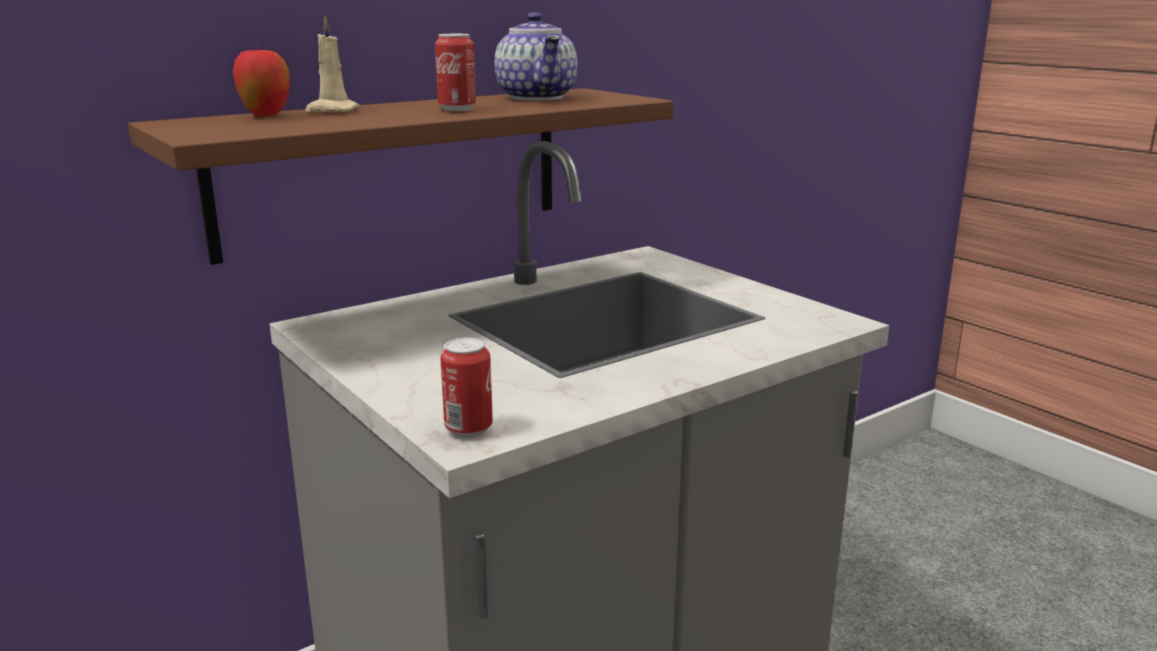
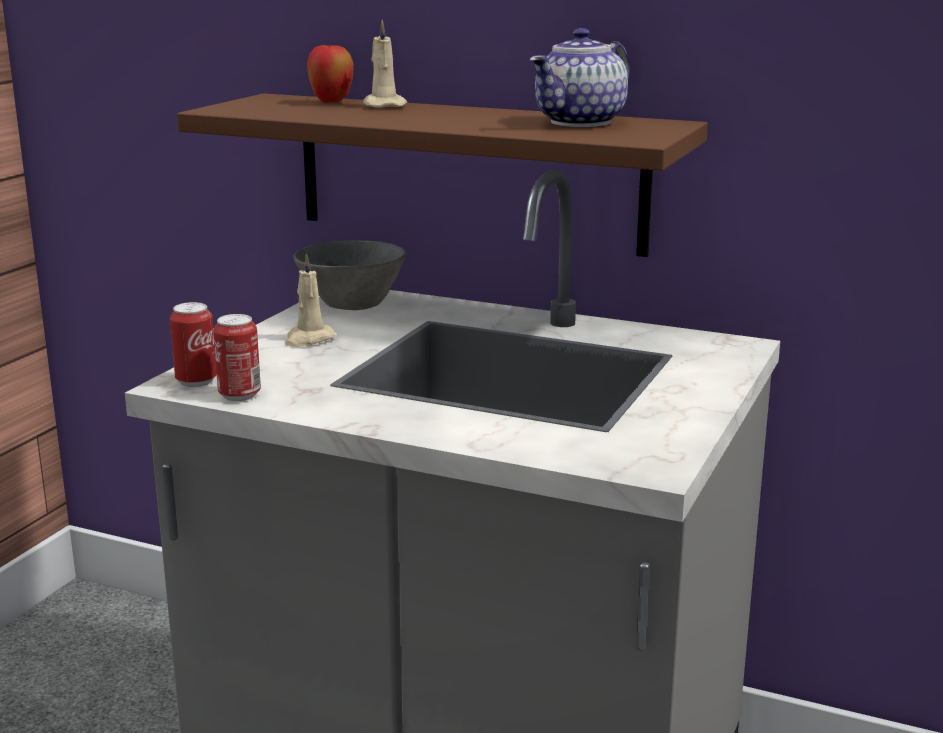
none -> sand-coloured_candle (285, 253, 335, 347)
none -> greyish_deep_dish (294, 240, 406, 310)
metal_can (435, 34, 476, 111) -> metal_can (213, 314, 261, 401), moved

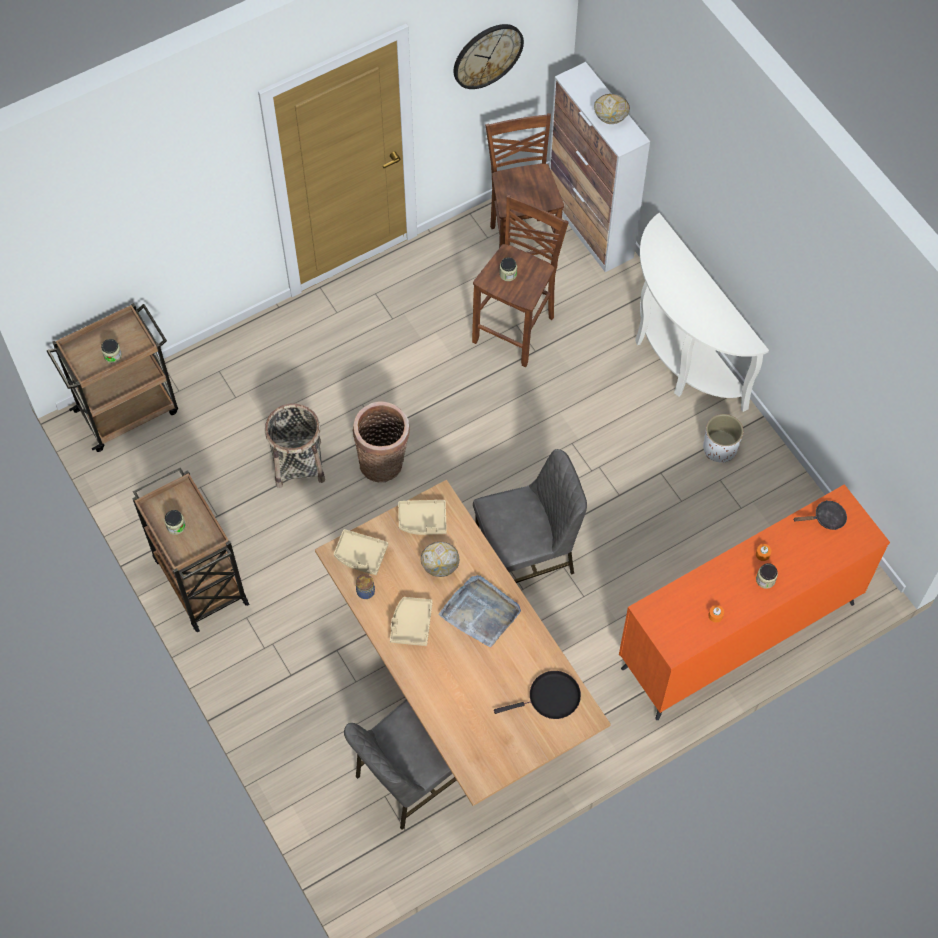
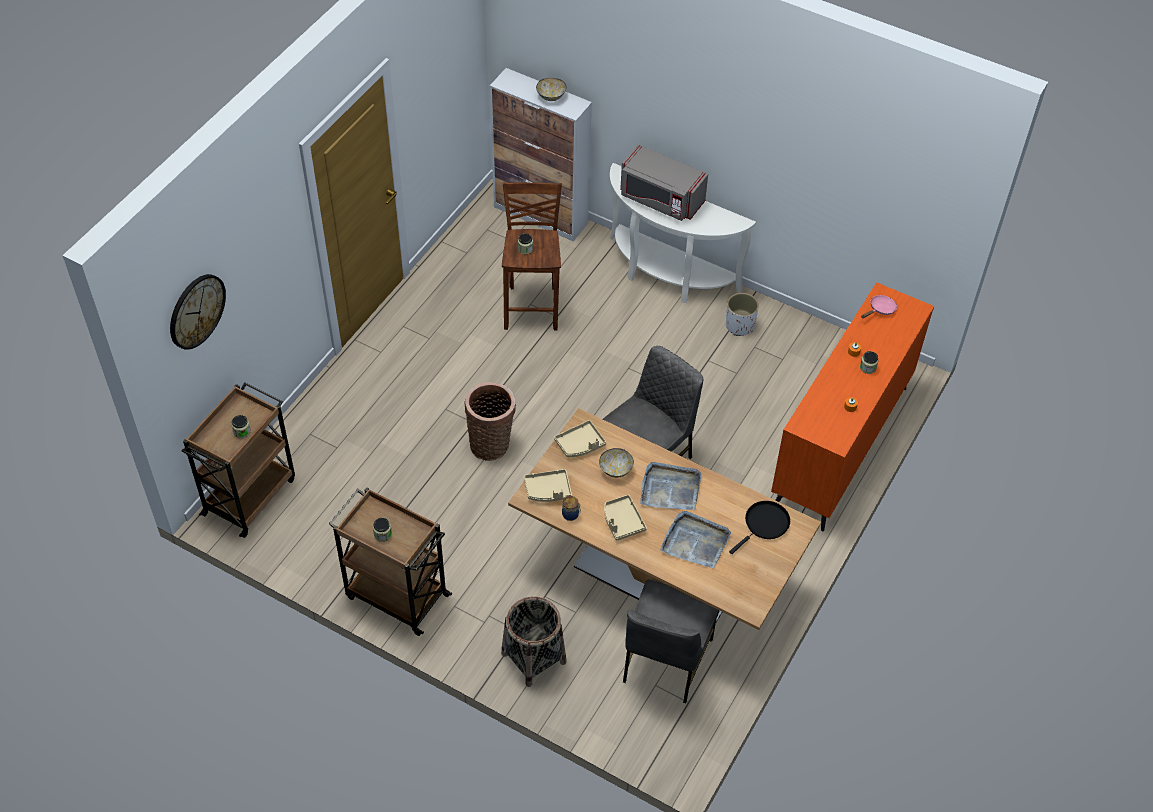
brown-coloured_sitting_stool (486, 113, 564, 269) -> none
none -> greyish_kitchen_microwave (620, 144, 708, 221)
none -> greyish_tray (660, 511, 731, 568)
household_basket (265, 404, 325, 488) -> household_basket (501, 597, 567, 687), moved
clock_on_the_wall (454, 24, 524, 89) -> clock_on_the_wall (170, 274, 226, 350), moved
blackish_skillet (794, 500, 847, 530) -> pink_skillet (861, 295, 897, 318)

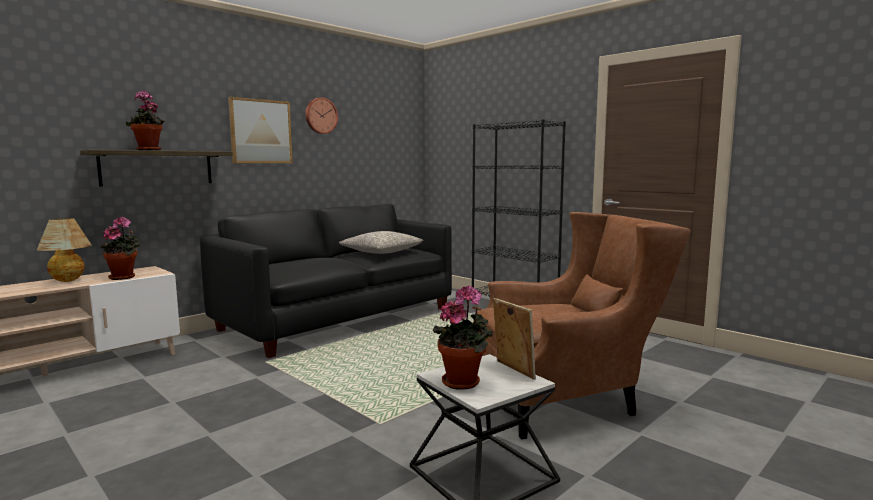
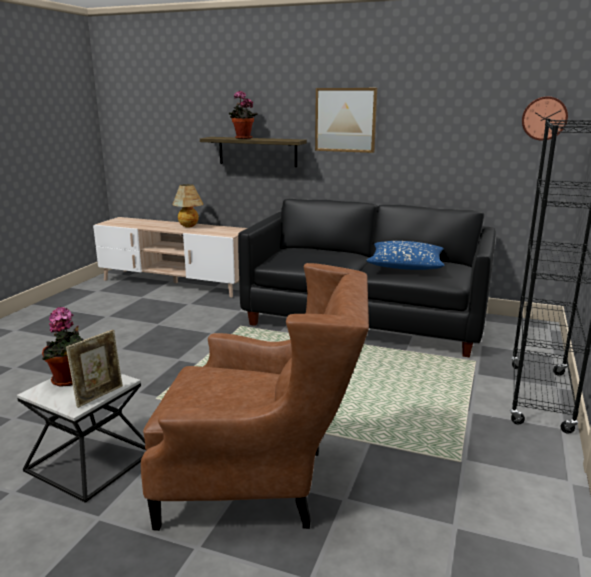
potted_plant (101, 217, 140, 280) -> none
clock_on_the_wall (305, 97, 338, 134) -> clock_on_the_wall (522, 96, 568, 141), moved
greyish_pillow (339, 231, 423, 254) -> blue_pillow (366, 241, 445, 270)
brown-coloured_armchair (473, 212, 691, 439) -> brown-coloured_armchair (141, 263, 369, 531), 45 degrees counterclockwise

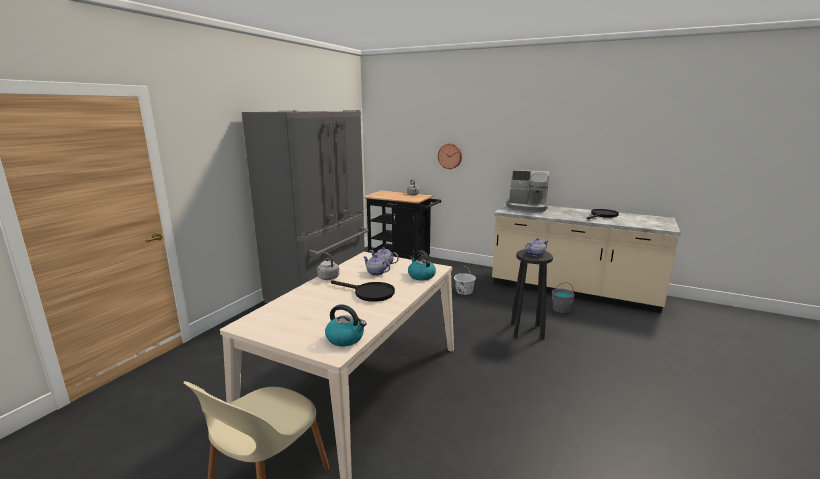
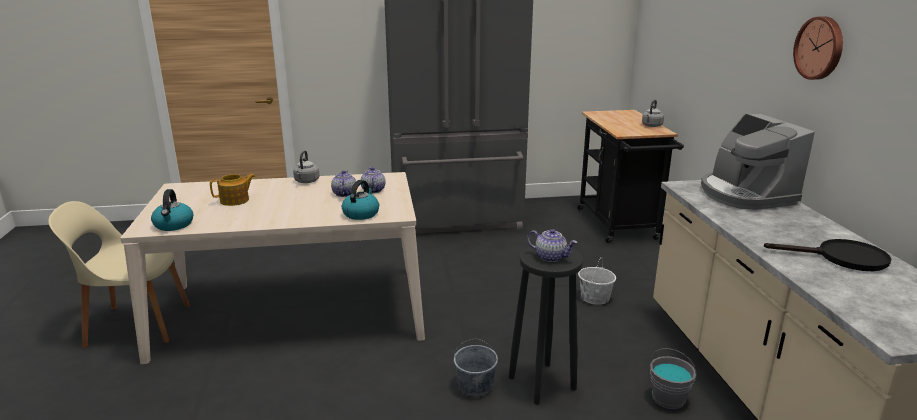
blackish_skillet (331, 280, 395, 302) -> none
none -> tea_pot (210, 174, 255, 206)
none -> greyish_pail (454, 339, 498, 396)
clock_on_the_wall (438, 144, 462, 169) -> clock_on_the_wall (793, 17, 843, 80), moved

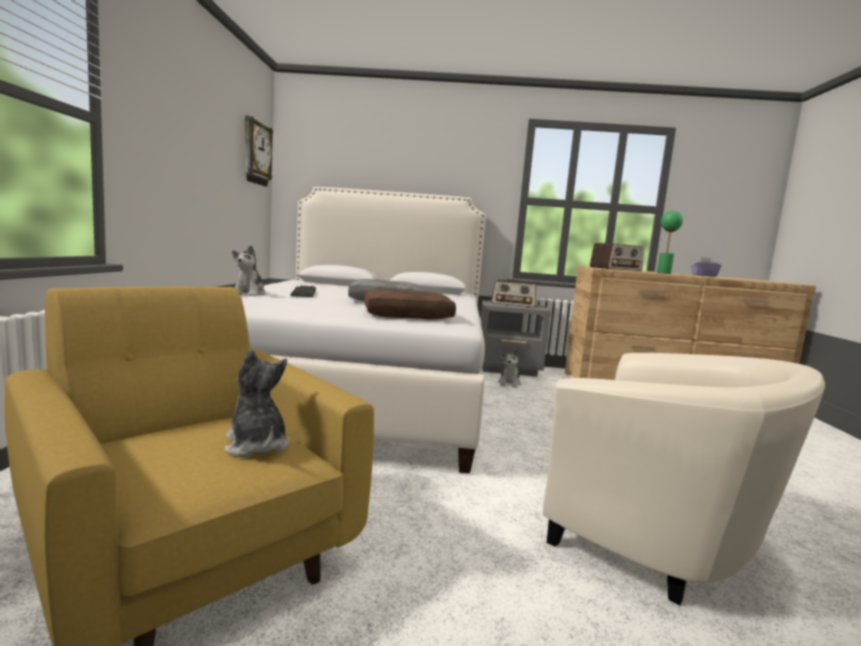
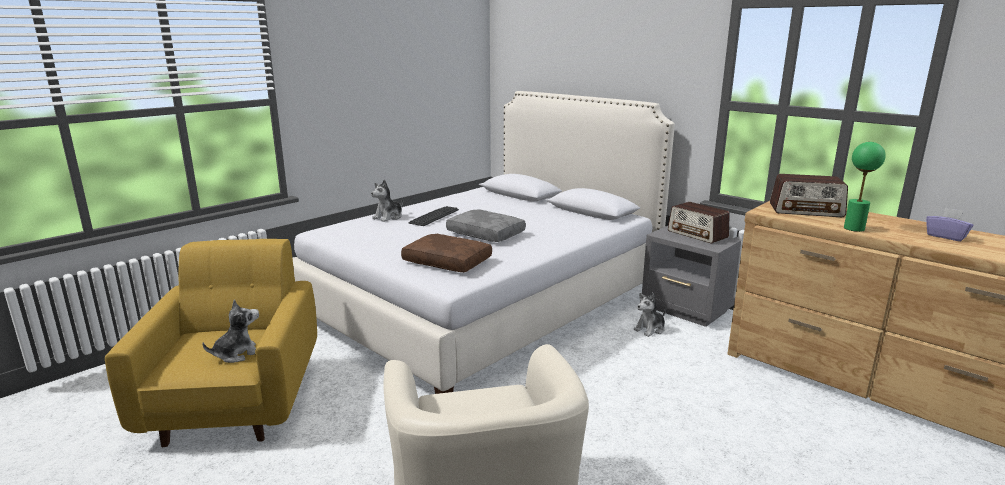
clock_on_the_wall (244, 115, 273, 186) -> none
plush_toy (224, 349, 289, 458) -> plush_toy (202, 299, 259, 363), 45 degrees clockwise

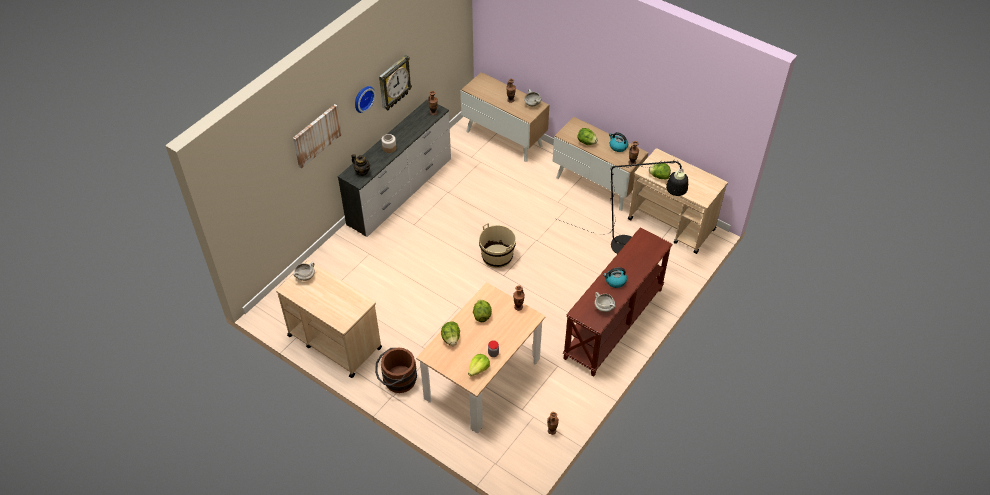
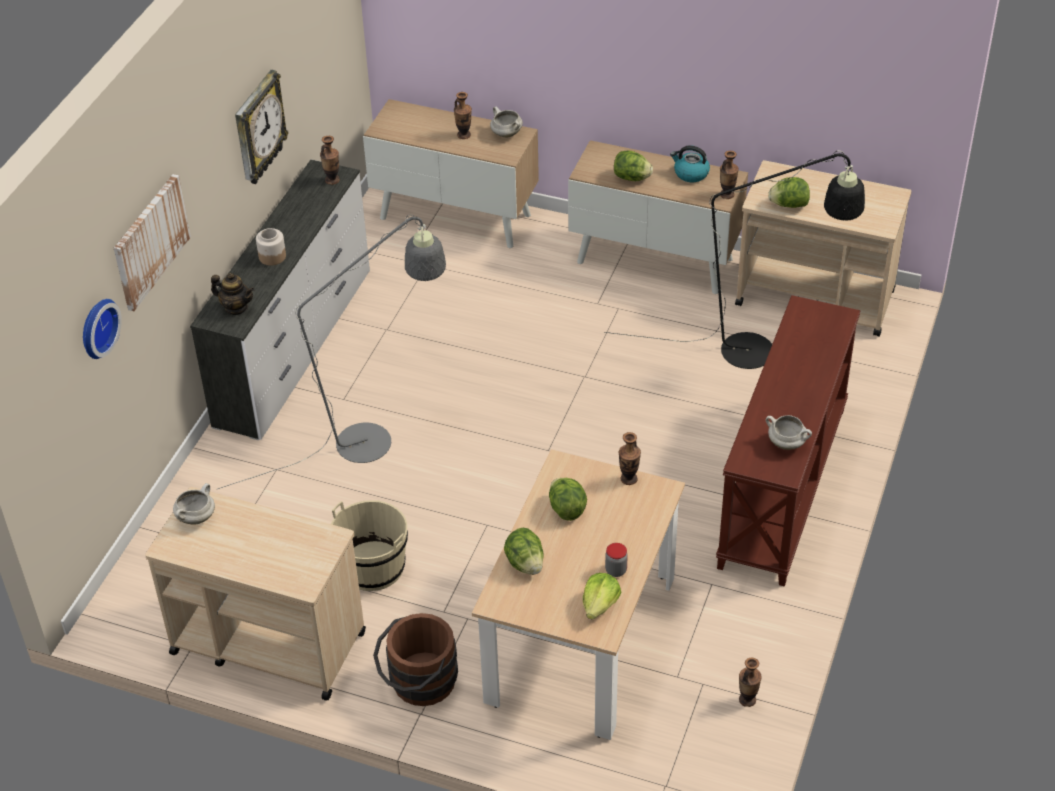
kettle (603, 267, 627, 288) -> none
none -> greyish_standing_lamp (217, 215, 446, 489)
clock_on_the_wall (355, 86, 376, 113) -> clock_on_the_wall (83, 299, 122, 359), moved
sand-coloured_pail (479, 223, 516, 268) -> sand-coloured_pail (331, 500, 408, 591), moved

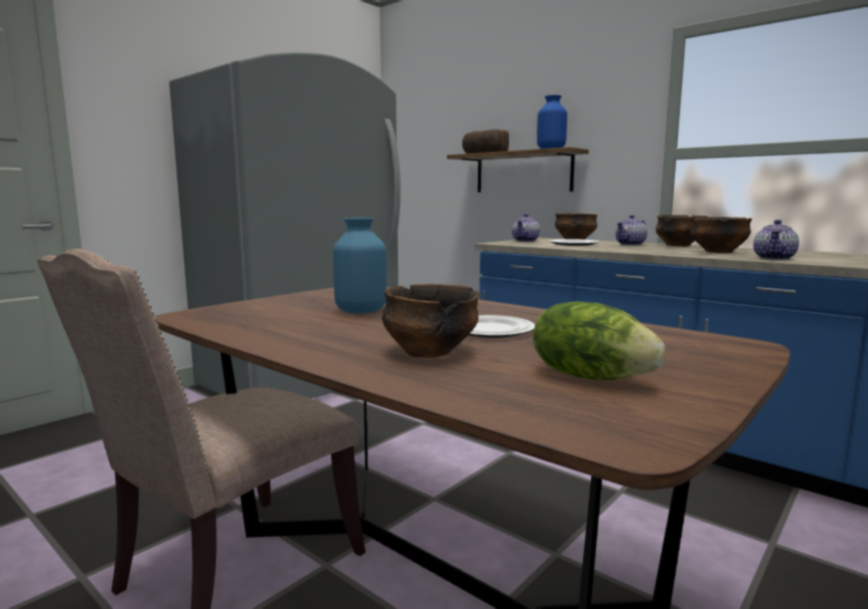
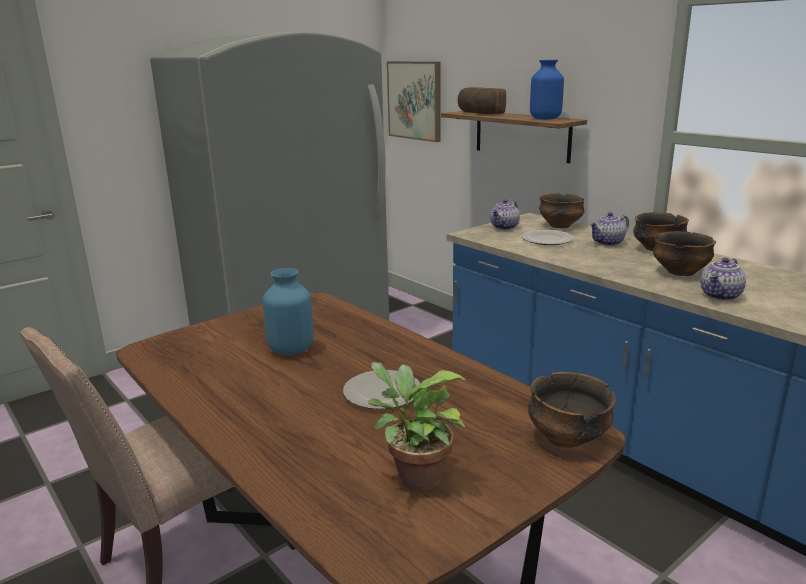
none -> wall_art (387, 61, 441, 142)
deep_dish (382, 284, 480, 358) -> deep_dish (528, 372, 616, 448), moved
lettuce_head (533, 302, 665, 380) -> potted_plant (368, 362, 465, 491)

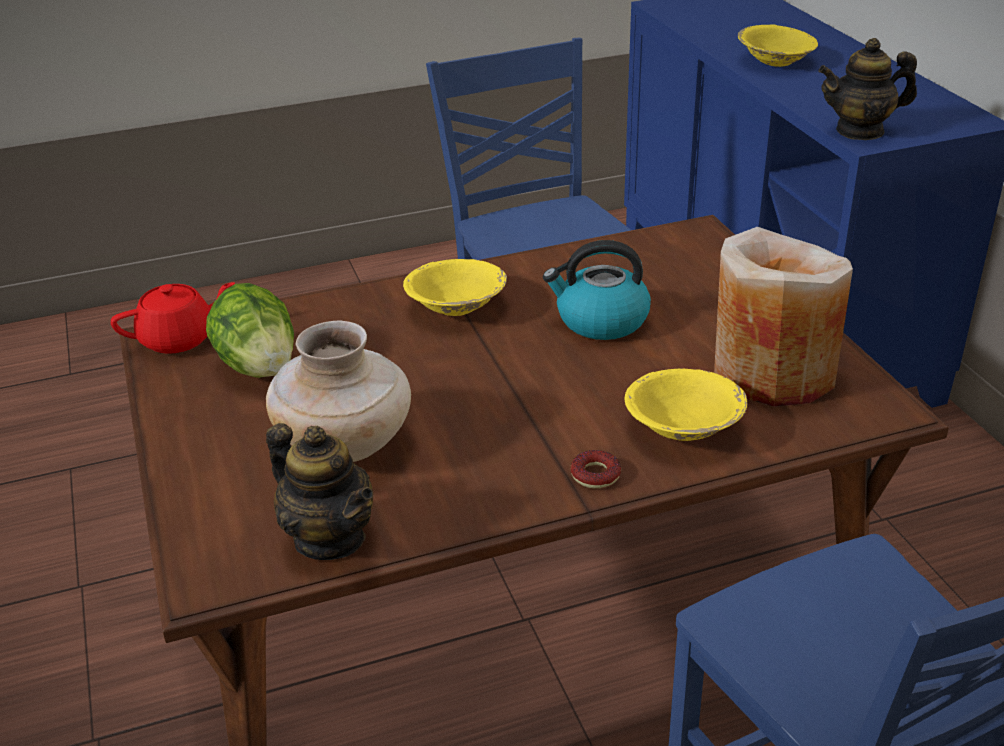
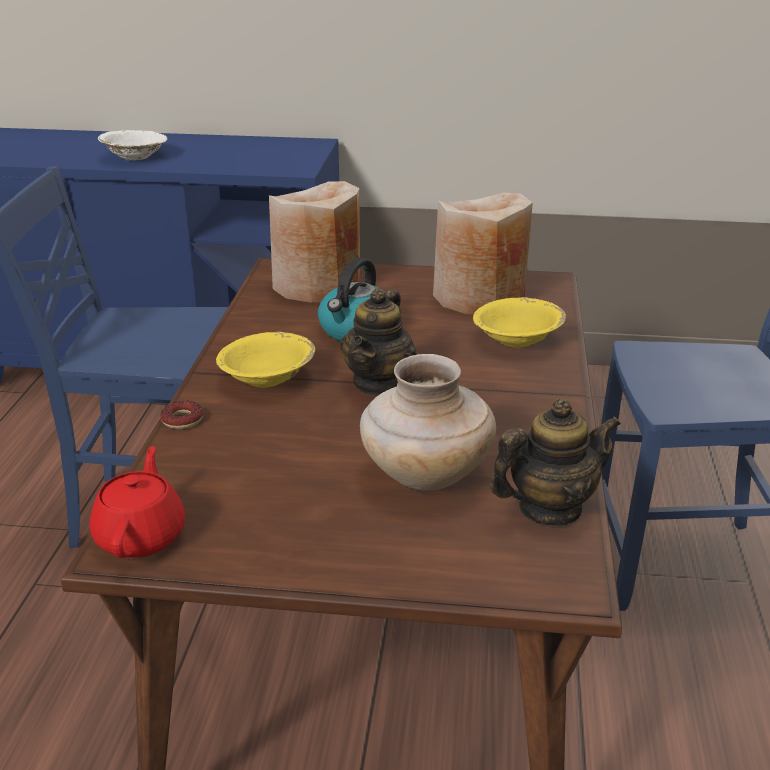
lettuce_head (206, 283, 294, 378) -> none
none -> sand-coloured_flower_vase (269, 181, 360, 303)
donut (571, 450, 621, 489) -> donut (161, 400, 203, 429), moved
tea_pot (818, 38, 917, 140) -> tea_pot (340, 288, 416, 396), moved
yellow-coloured_deep_dish (738, 25, 818, 67) -> white-coloured_deep_dish (98, 130, 167, 160)

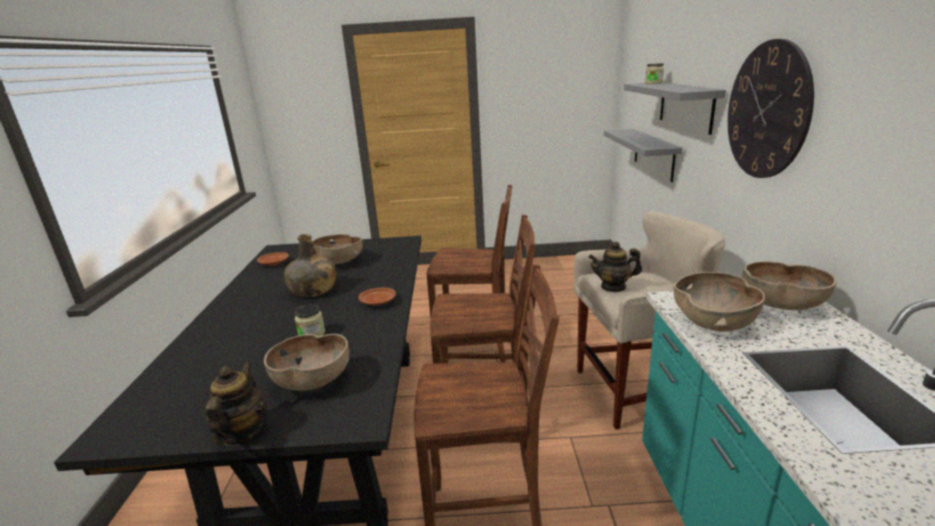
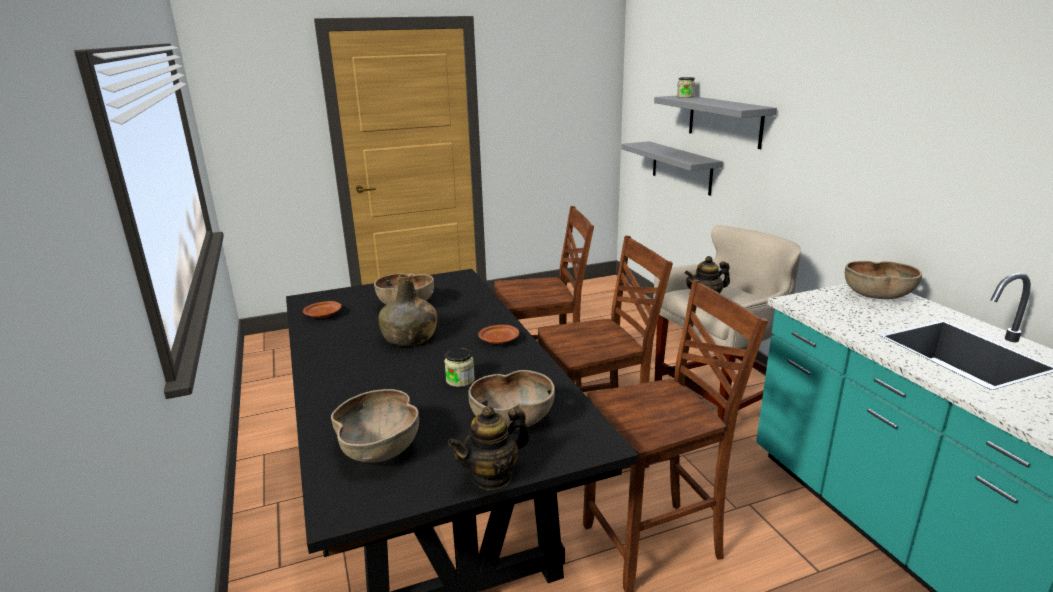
clock_on_the_wall (728, 39, 814, 178) -> none
brown-coloured_deep_dish (673, 272, 765, 332) -> brown-coloured_deep_dish (331, 389, 419, 463), moved
tea_pot (205, 362, 267, 446) -> tea_pot (448, 406, 530, 490), 105 degrees counterclockwise

